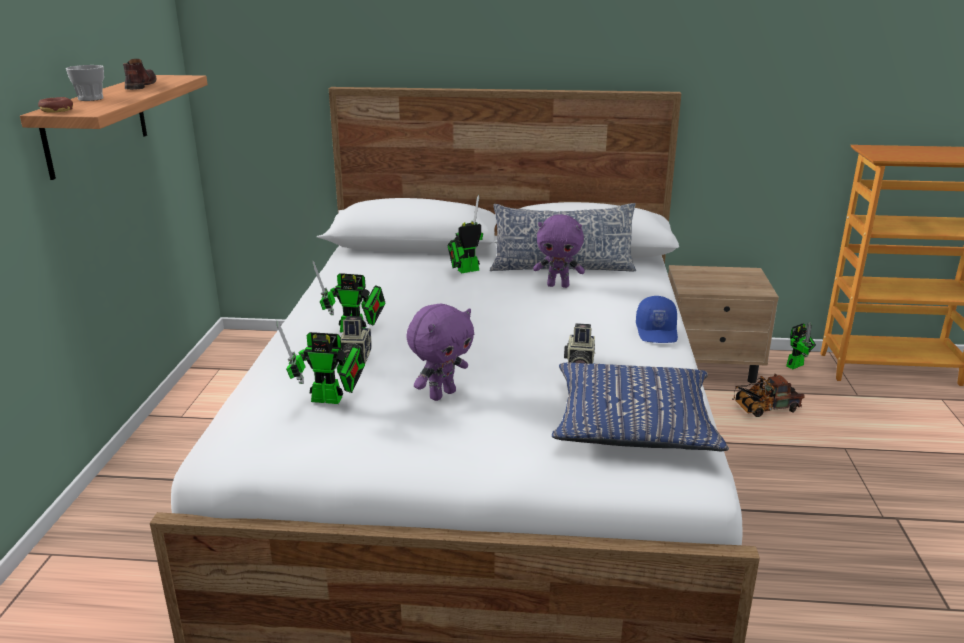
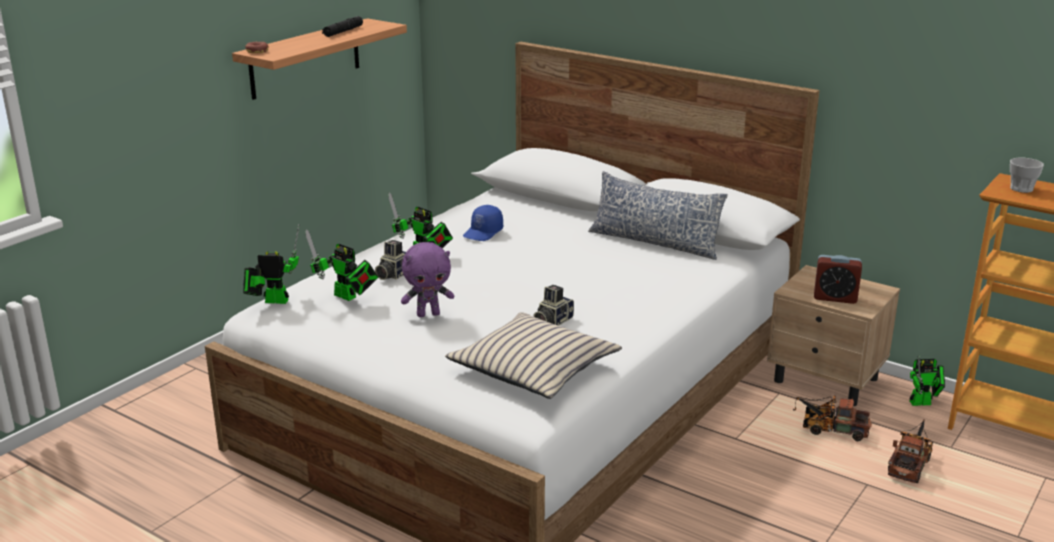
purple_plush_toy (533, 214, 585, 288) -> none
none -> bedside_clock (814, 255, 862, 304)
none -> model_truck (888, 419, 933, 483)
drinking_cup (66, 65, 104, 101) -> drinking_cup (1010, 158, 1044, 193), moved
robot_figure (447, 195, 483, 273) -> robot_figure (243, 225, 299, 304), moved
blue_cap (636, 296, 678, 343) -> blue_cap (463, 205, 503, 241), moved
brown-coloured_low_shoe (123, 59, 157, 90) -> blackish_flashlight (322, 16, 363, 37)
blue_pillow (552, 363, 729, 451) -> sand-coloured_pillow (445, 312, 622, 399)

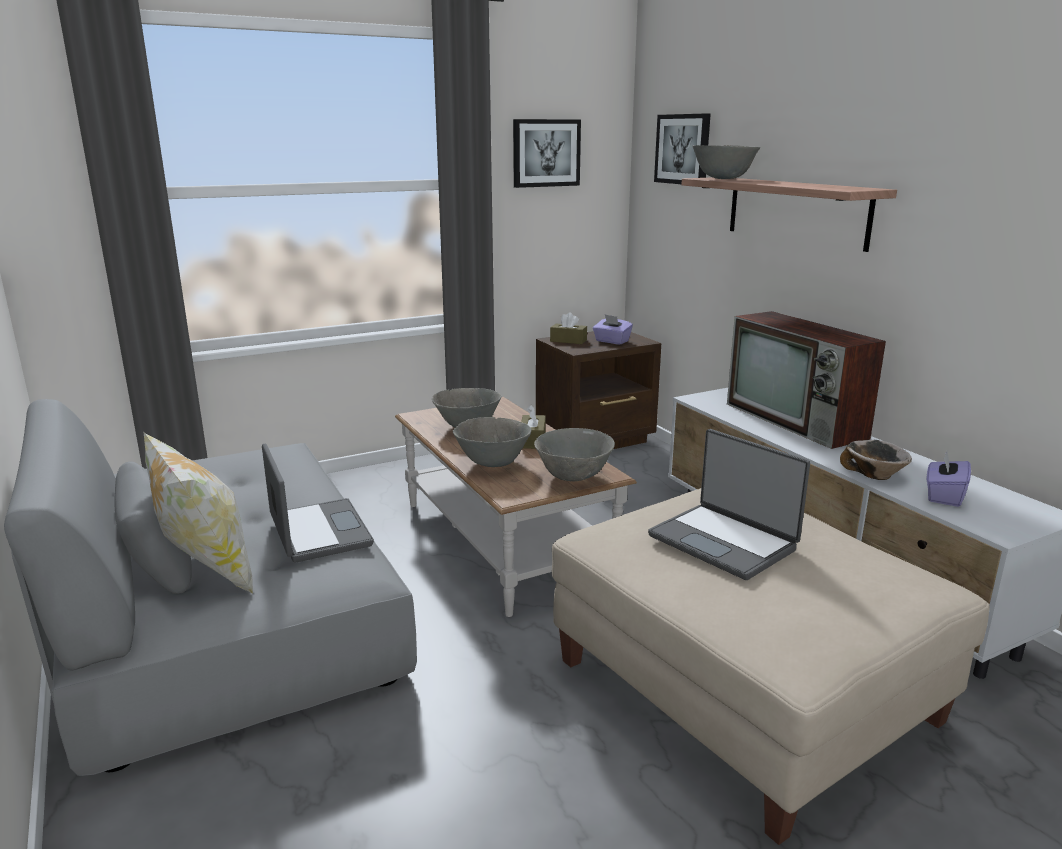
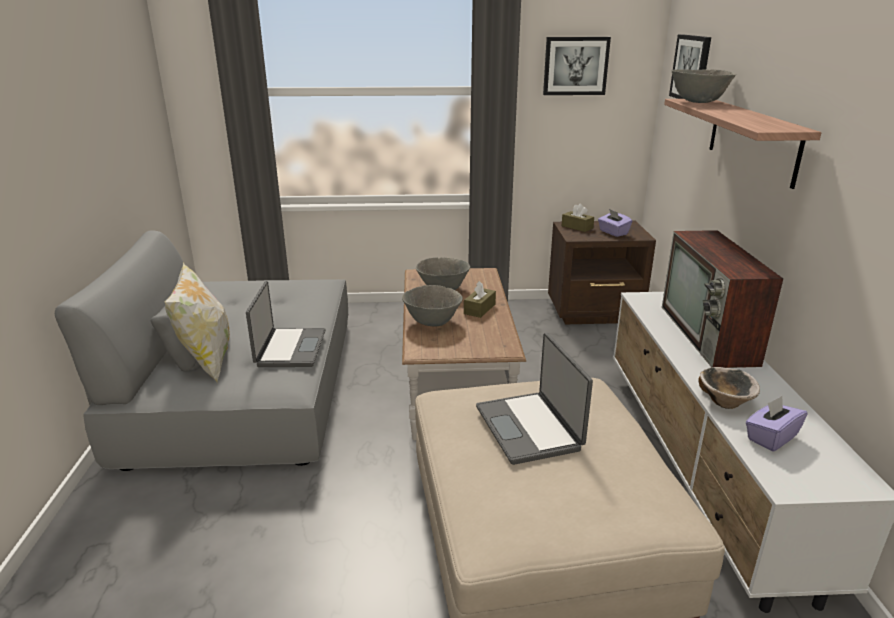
greyish_deep_dish (534, 428, 615, 481) -> none

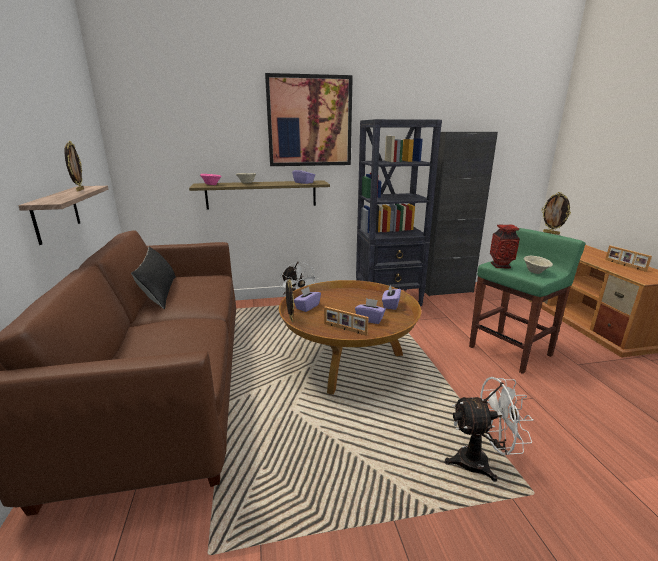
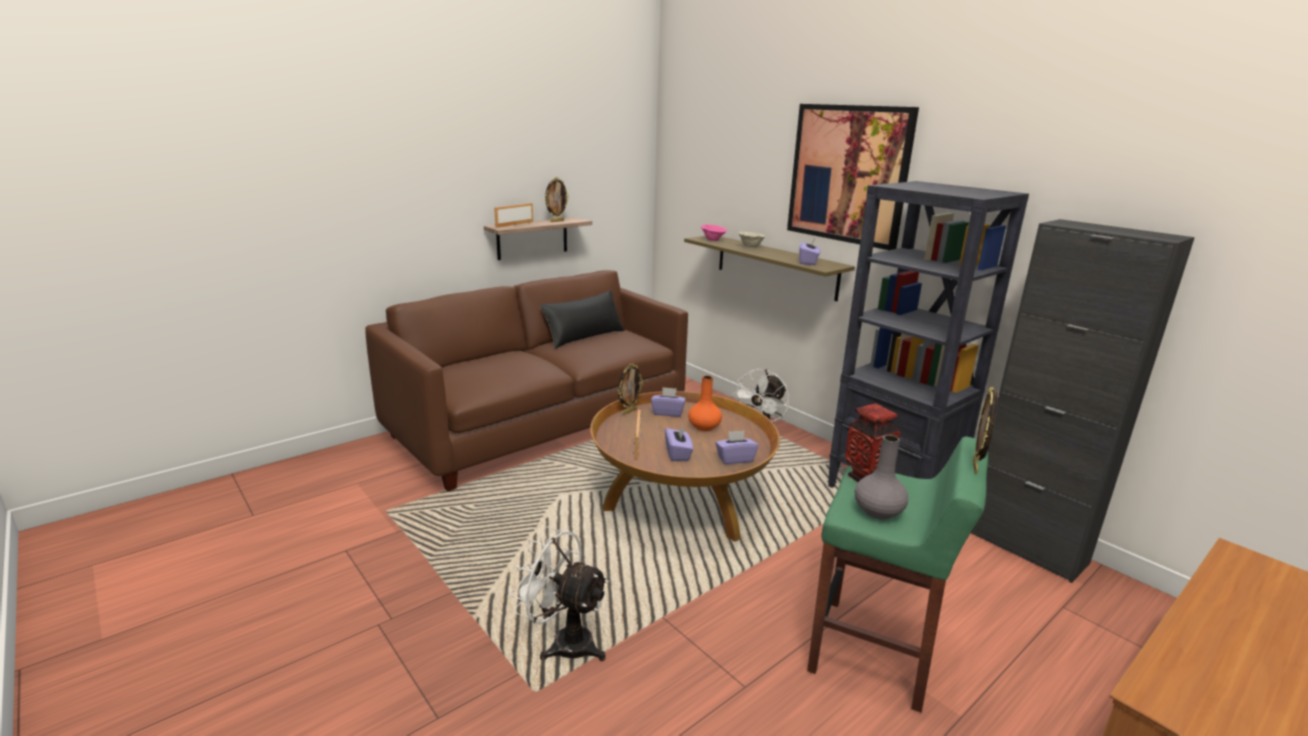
none -> orange_flower_vase (688, 375, 722, 431)
photo_frame (605, 245, 652, 272) -> photo_frame (494, 203, 533, 228), moved
sand-coloured_deep_dish (524, 256, 553, 274) -> greyish_flower_vase (855, 435, 908, 519)
white-coloured_fan (444, 377, 534, 482) -> white-coloured_fan (509, 526, 609, 661), 150 degrees clockwise

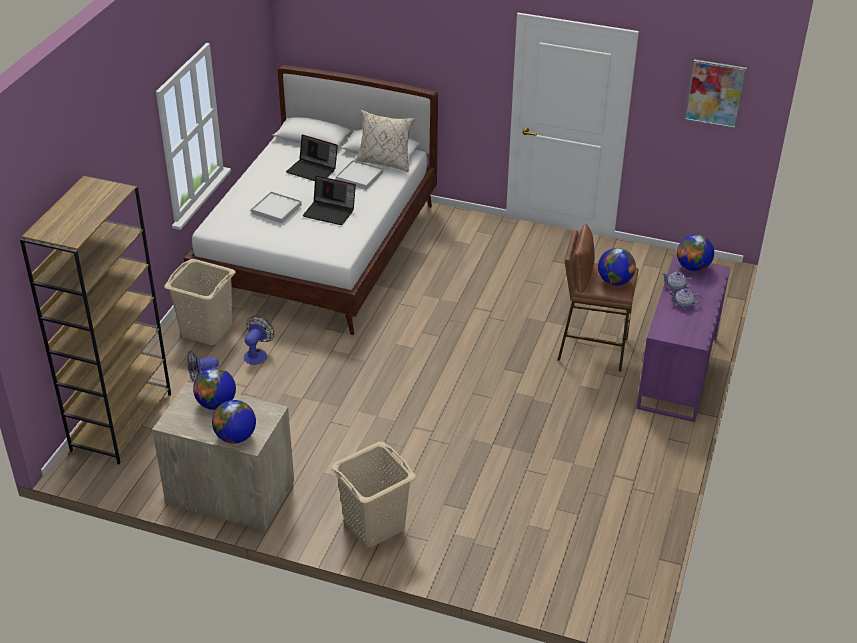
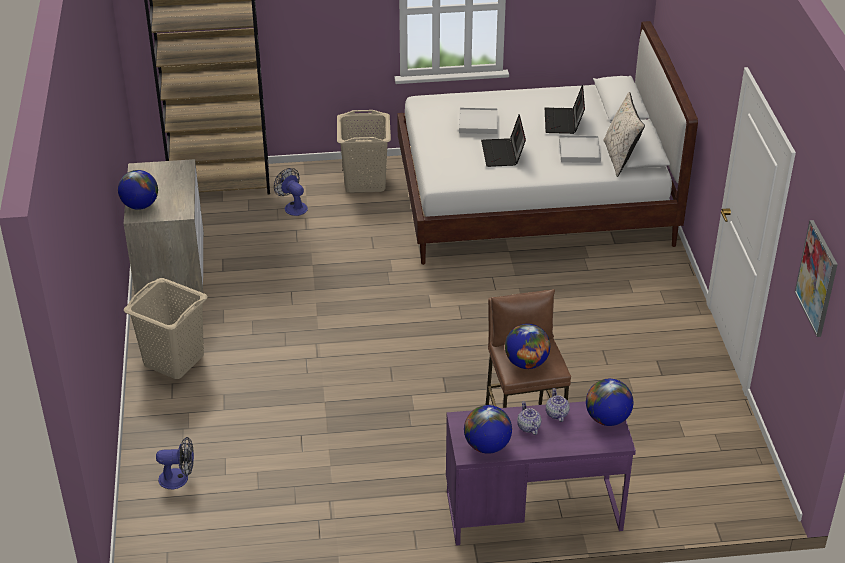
globe (193, 368, 236, 410) -> globe (464, 405, 512, 454), moved
fan (244, 316, 274, 365) -> fan (156, 437, 194, 489), moved

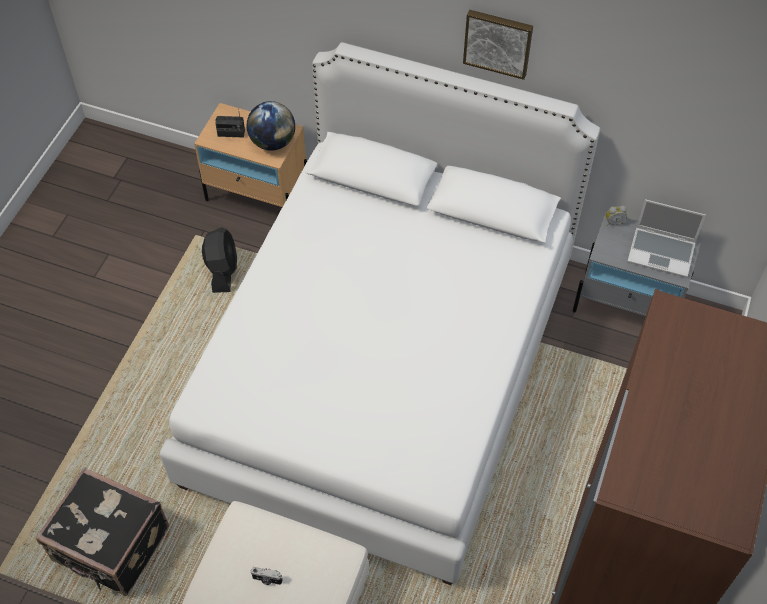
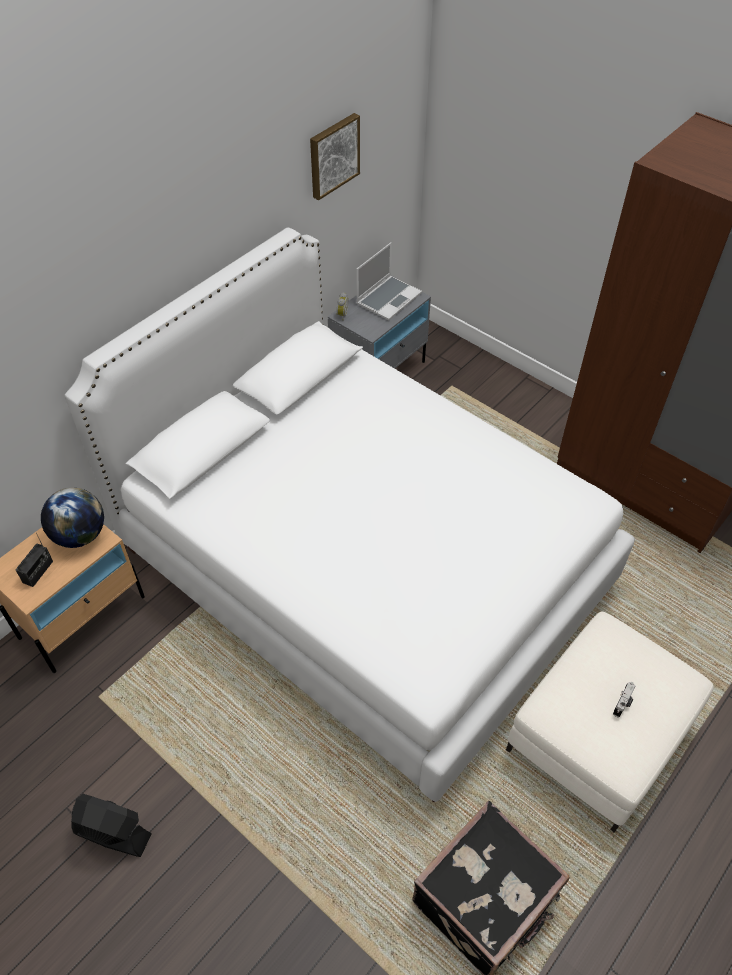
blackish_fan (202, 227, 237, 293) -> blackish_fan (71, 794, 152, 857), moved
wall_art (463, 10, 533, 80) -> wall_art (310, 113, 360, 200), moved

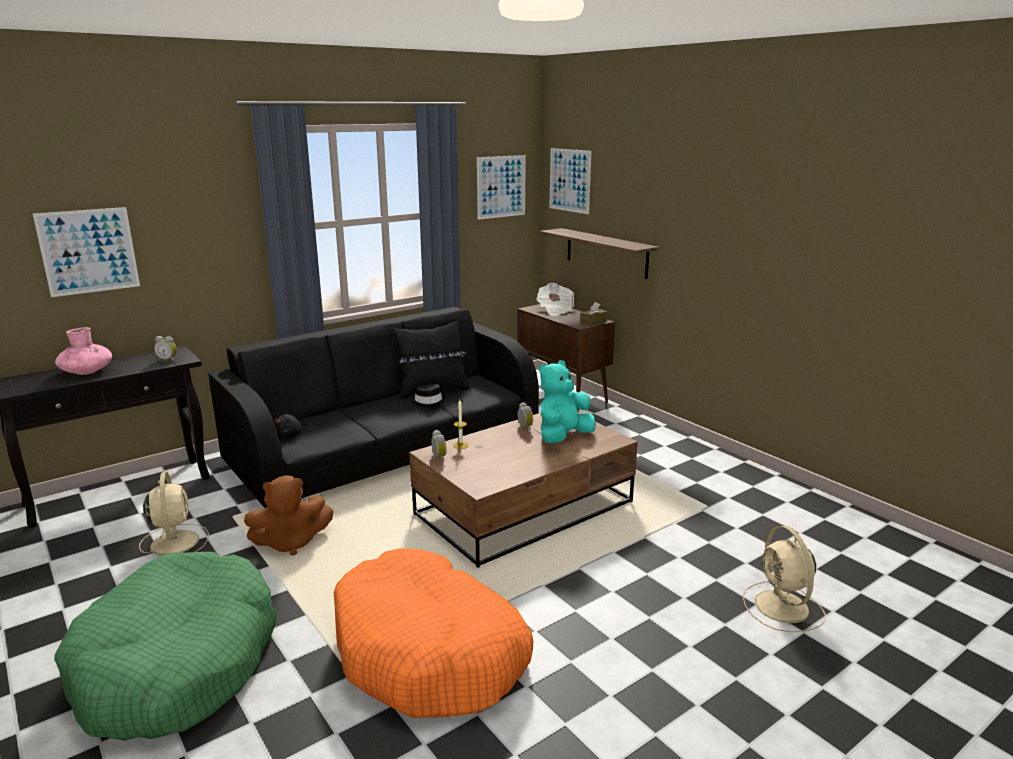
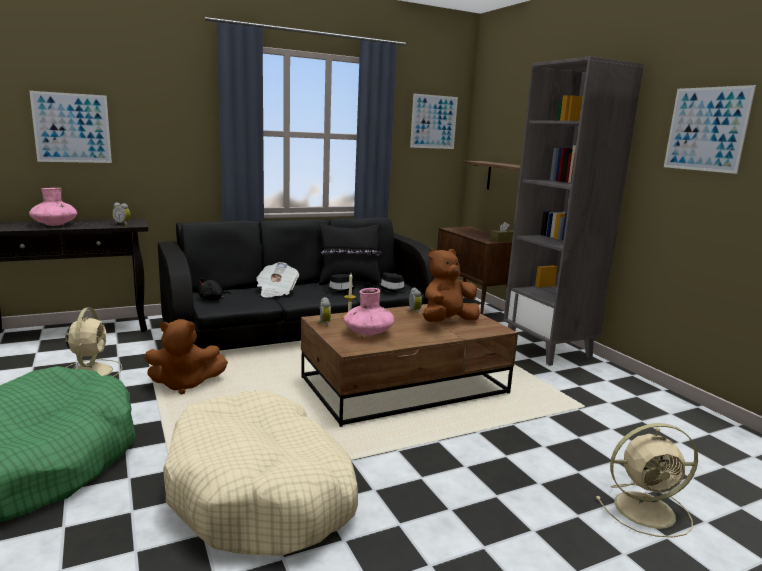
none -> pink_flower_vase (344, 288, 394, 336)
none -> blackish_hat (378, 272, 408, 292)
none -> greyish_bookcase (503, 56, 644, 366)
newspaper (536, 283, 574, 316) -> newspaper (256, 262, 299, 298), moved
wall_art (549, 148, 591, 214) -> wall_art (664, 85, 756, 174), moved
orange_dog_bed (334, 548, 533, 718) -> sand-coloured_dog_bed (163, 391, 358, 556)
turquoise_plush_toy (539, 360, 596, 443) -> brown-coloured_plush_toy (423, 248, 480, 322)
sand-coloured_fan (743, 526, 826, 632) -> sand-coloured_fan (596, 423, 698, 537), 90 degrees counterclockwise

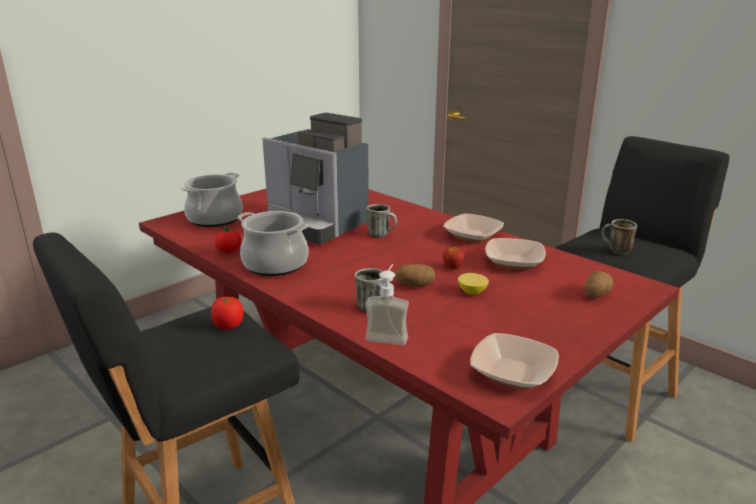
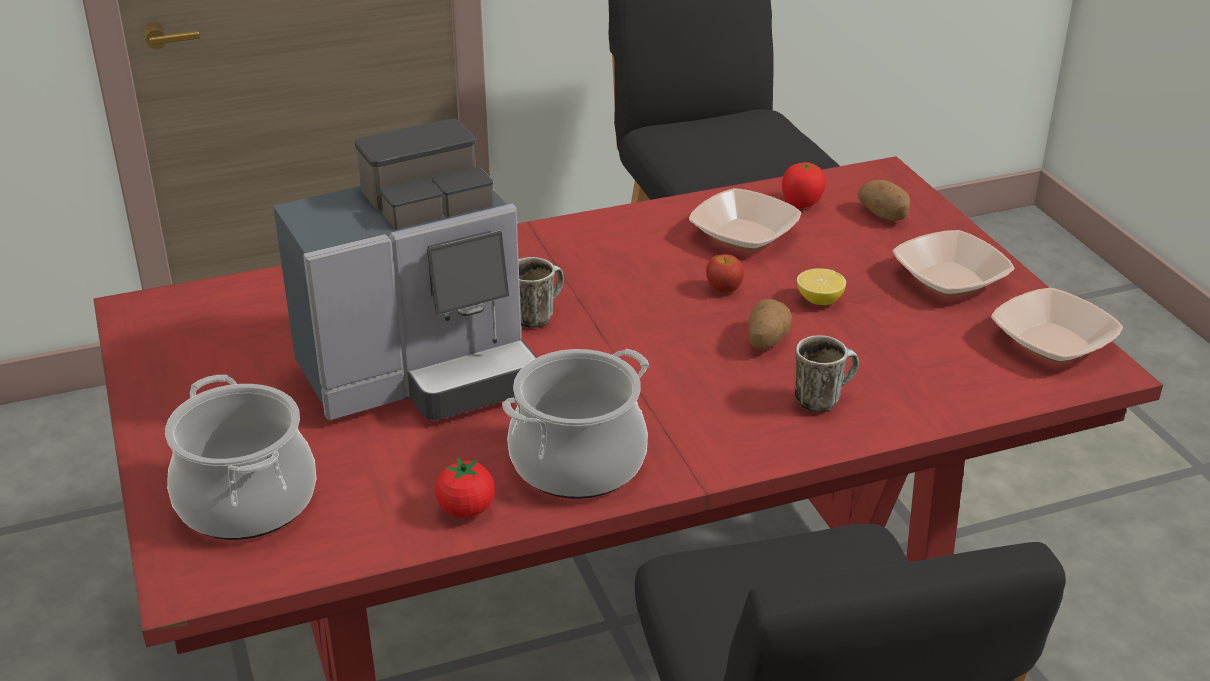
soap_dispenser (365, 264, 409, 345) -> none
mug (602, 219, 637, 255) -> none
fresh_tomato (211, 297, 244, 330) -> fresh_tomato (782, 162, 826, 208), moved
deep_dish (443, 213, 504, 243) -> deep_dish (893, 230, 1014, 297), moved

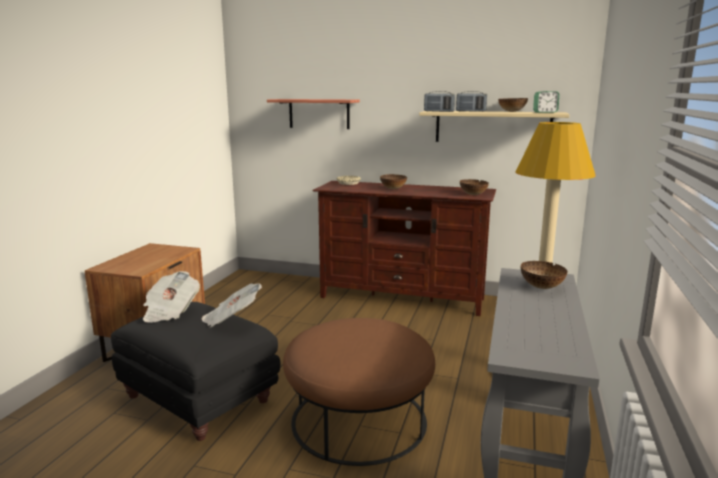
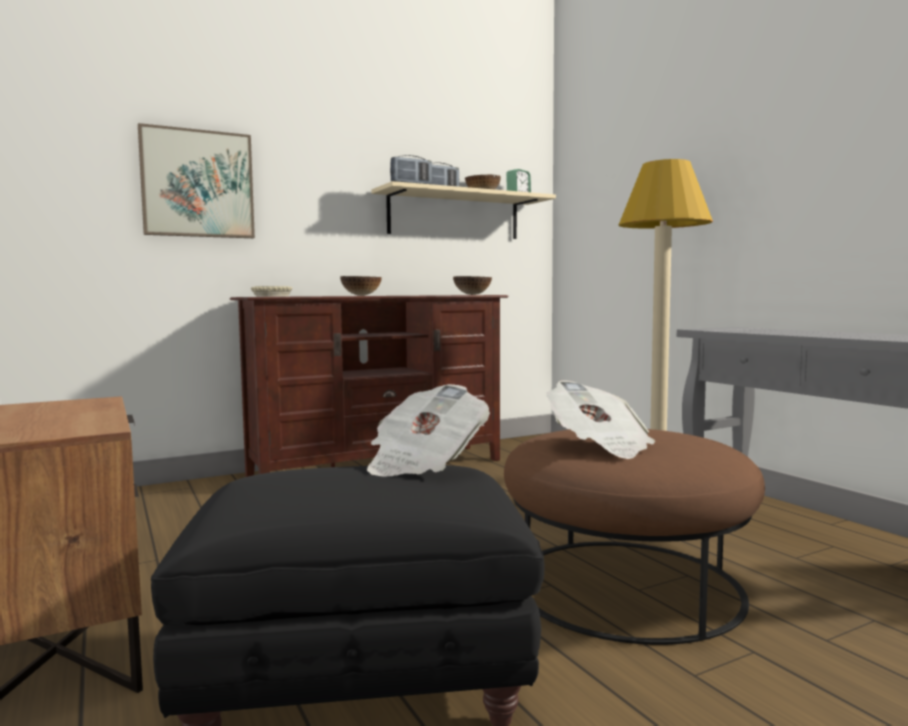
deep_dish (521, 261, 568, 289) -> none
newspaper (143, 271, 200, 323) -> newspaper (546, 380, 655, 459), moved
shelf (267, 99, 360, 129) -> wall_art (138, 123, 255, 238)

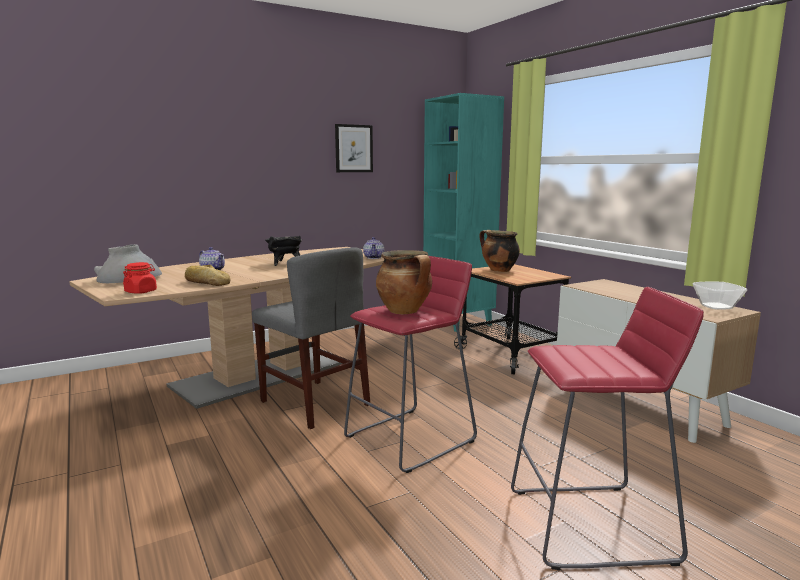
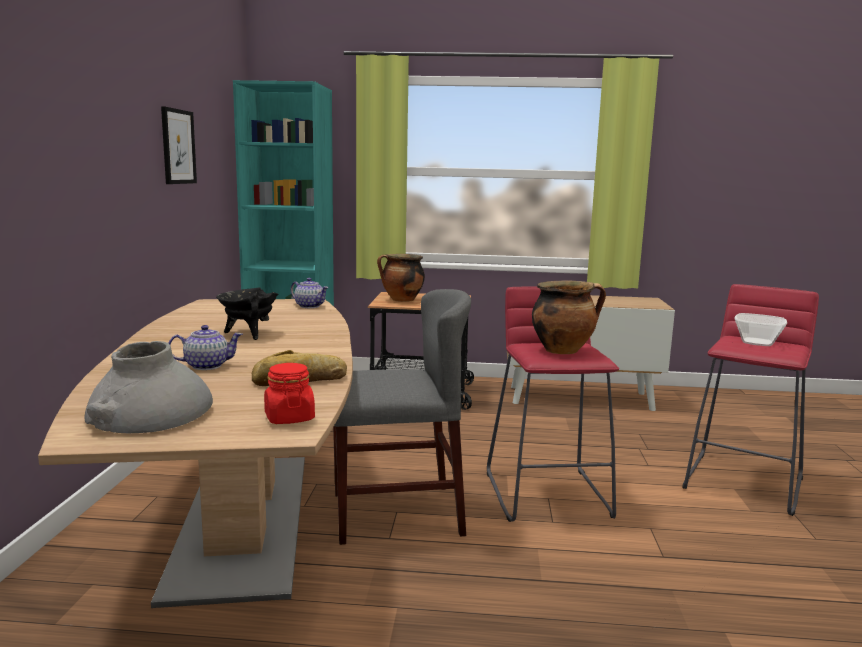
deep_dish (693, 281, 747, 310) -> deep_dish (735, 313, 787, 346), moved

